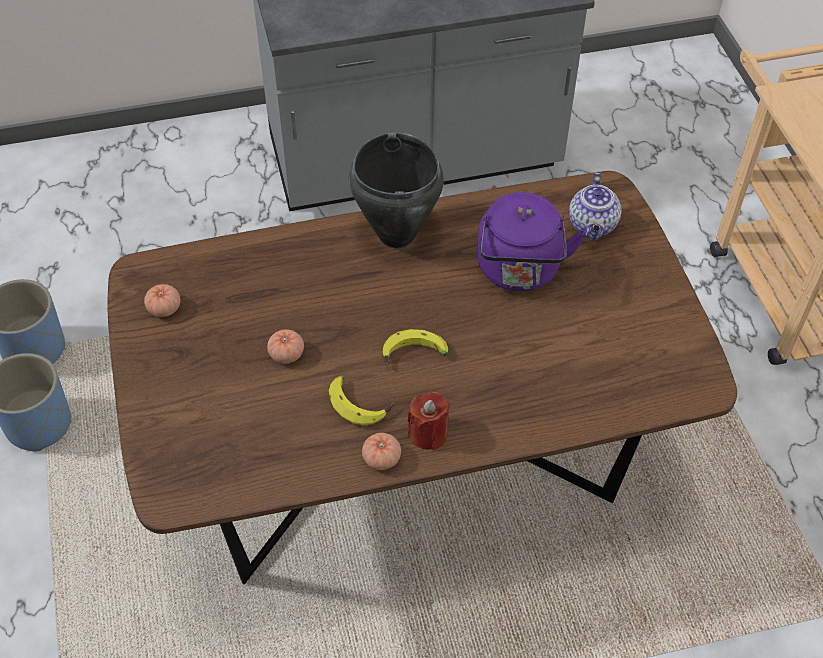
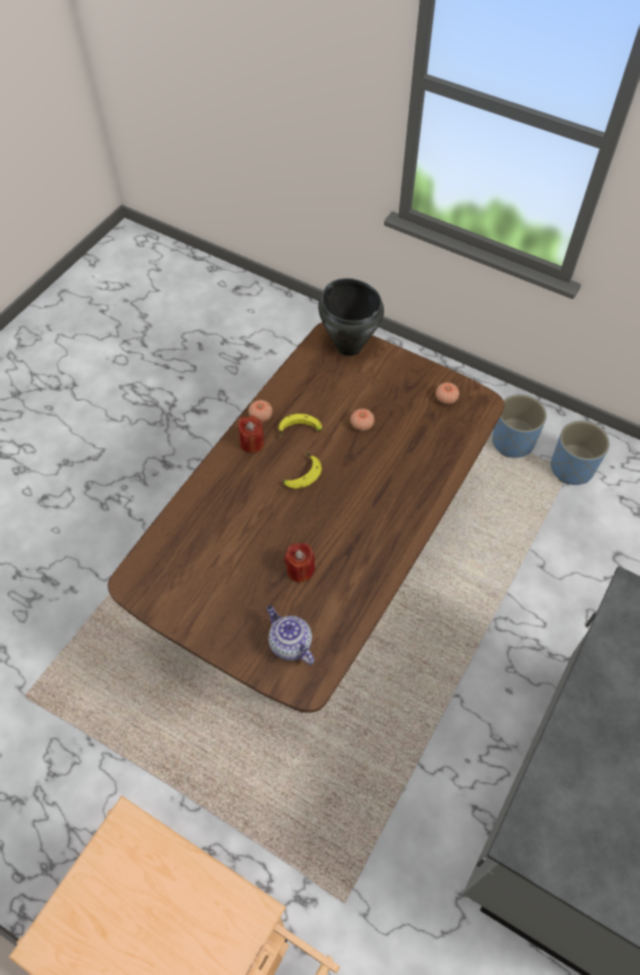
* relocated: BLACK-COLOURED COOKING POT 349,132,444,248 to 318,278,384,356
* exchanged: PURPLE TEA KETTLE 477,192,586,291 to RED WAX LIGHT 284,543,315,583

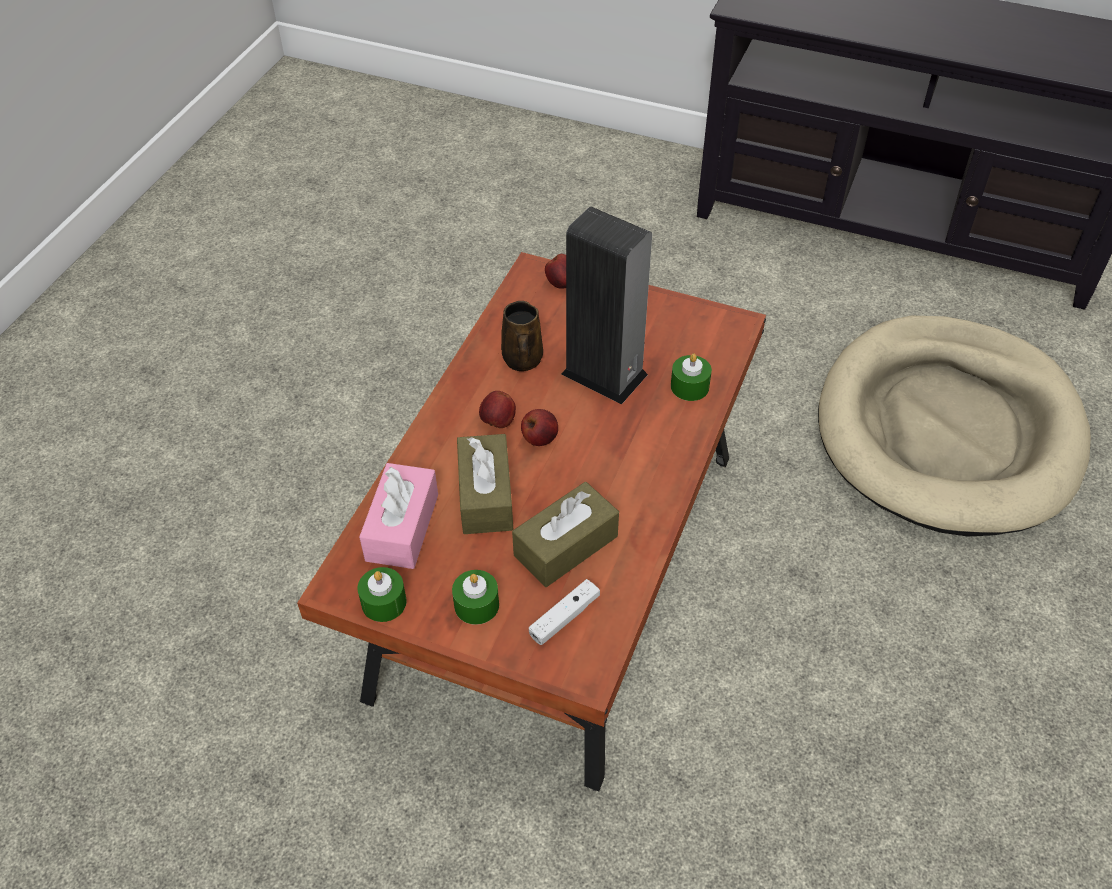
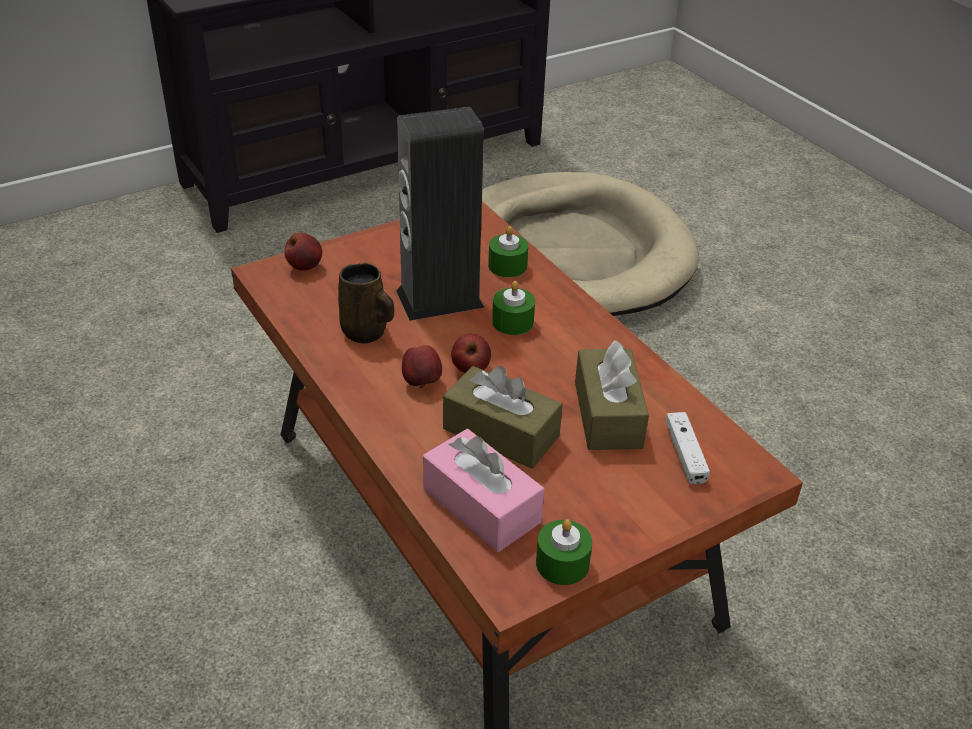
* relocated: GREENISH WAX LIGHT 452,570,499,625 to 492,281,535,335

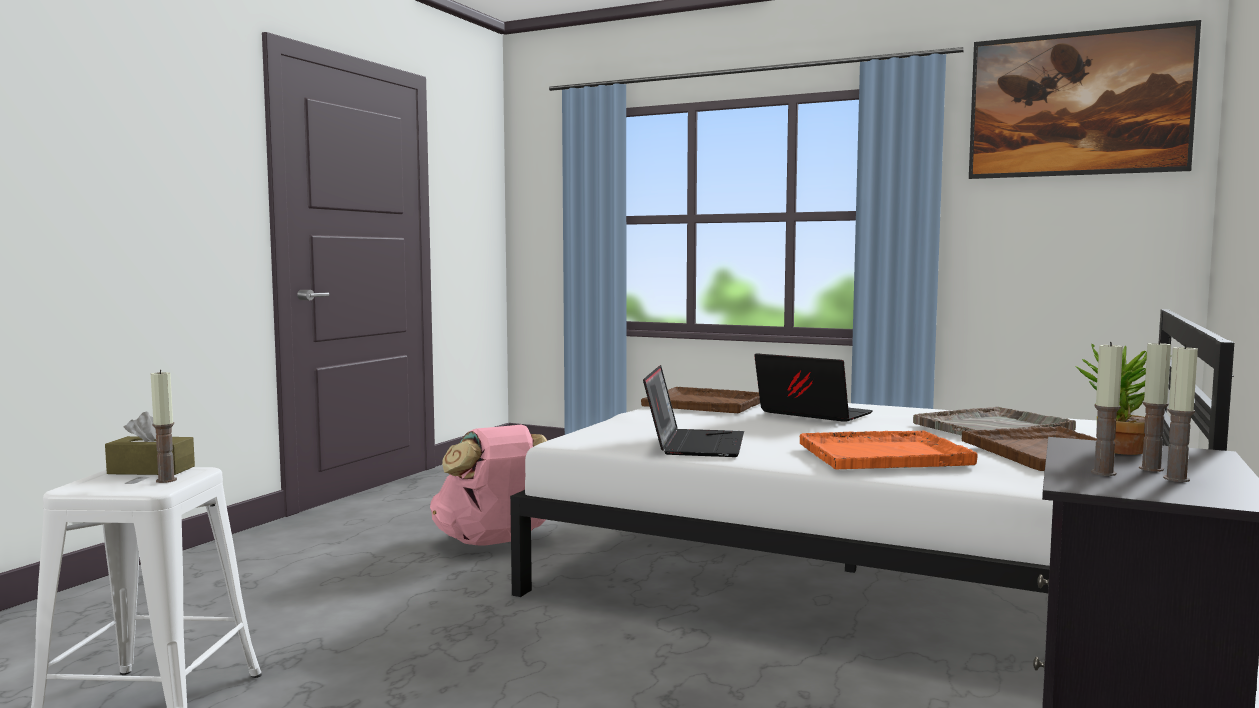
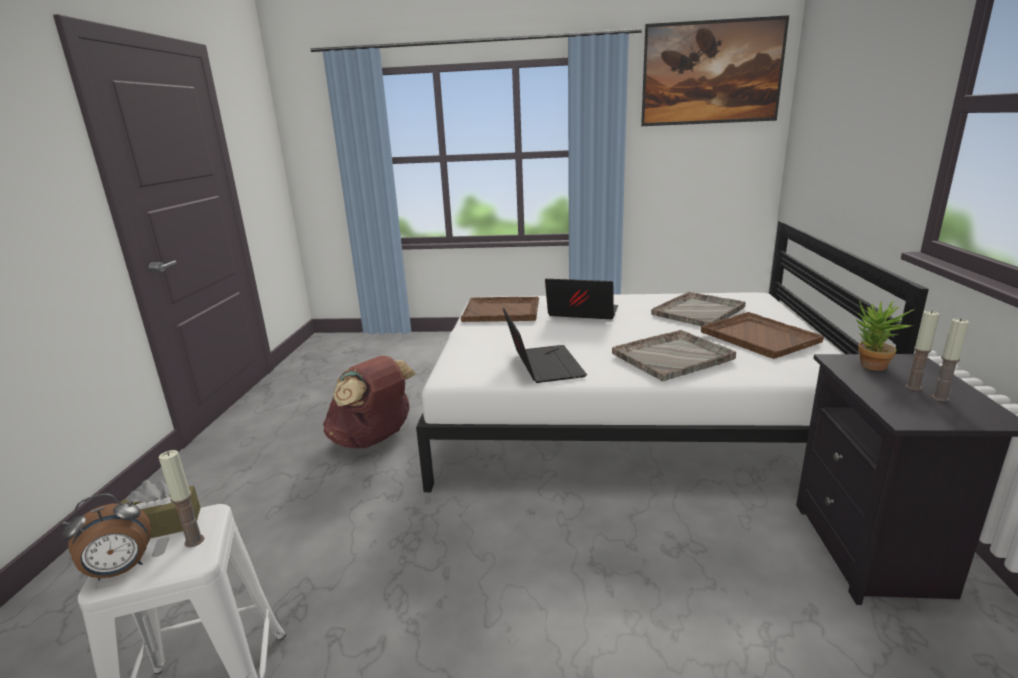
* colour: PINK KNAPSACK 430,425,548,546 to BROWNISH KNAPSACK 323,356,416,448
* colour: ORANGE-COLOURED SERVING TRAY 800,430,978,469 to GREY SERVING TRAY 612,330,736,381
* missing: WAX LIGHT 1091,342,1123,476
* appeared: TABLE CLOCK 62,494,151,580

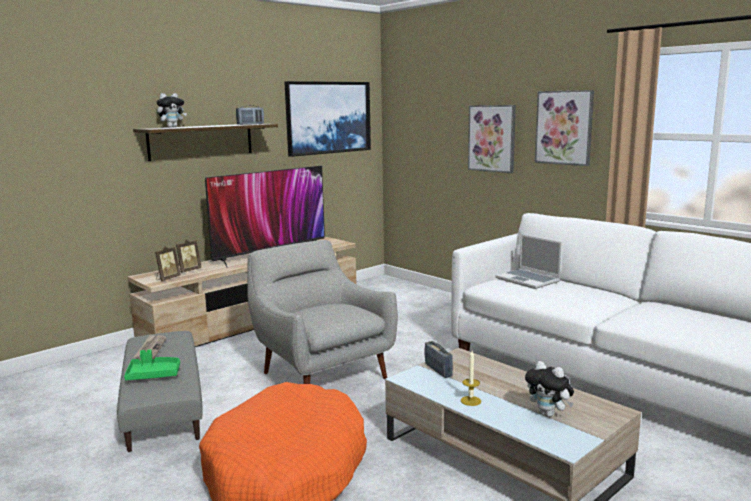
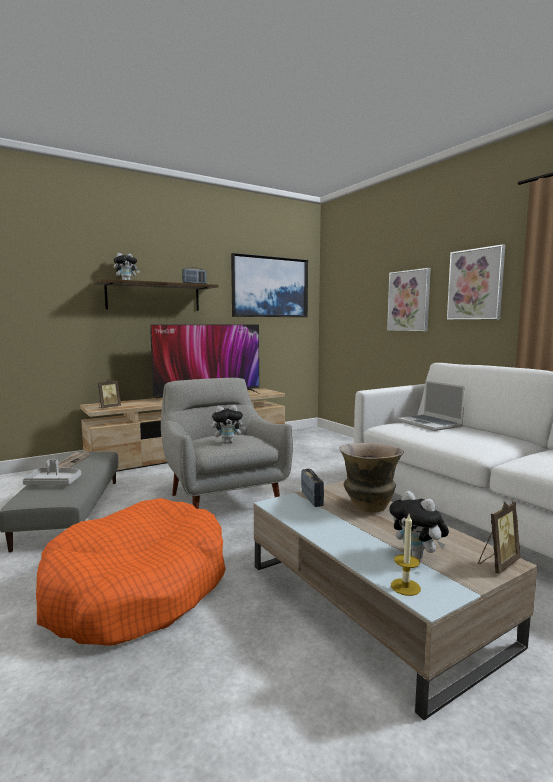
* colour: GREENISH SERVING TRAY 124,349,180,380 to GREY SERVING TRAY 23,460,81,485
* relocated: STANDING FRAME 176,239,202,273 to 478,501,520,574
* relocated: WAX LIGHT 461,350,481,406 to 391,514,421,596
* appeared: CUDDLY TOY 212,405,246,444
* appeared: VASE 339,443,404,513

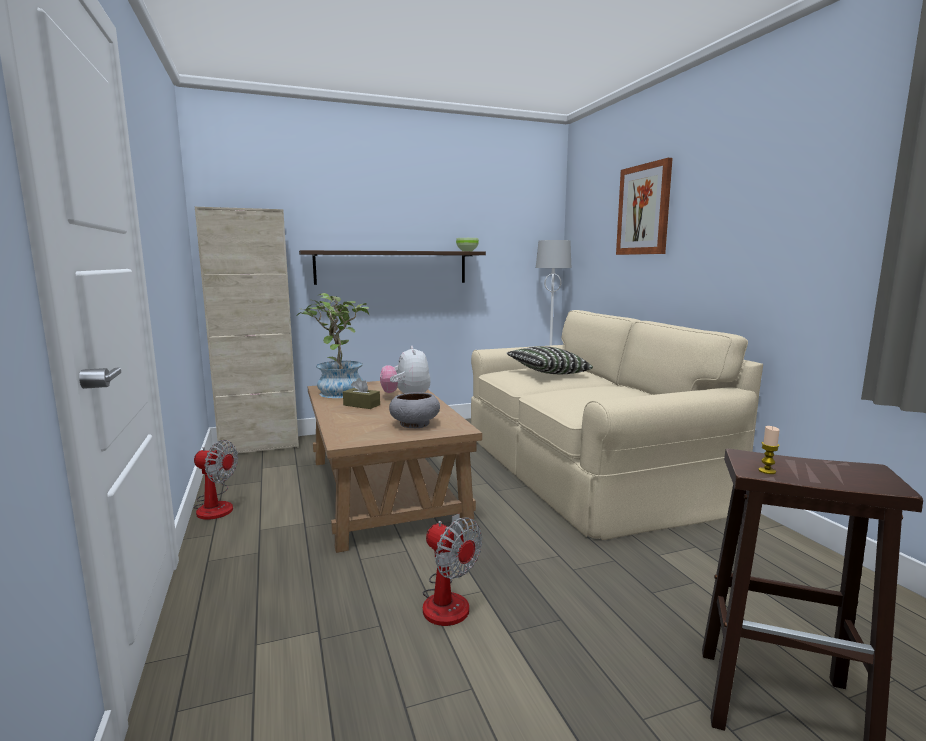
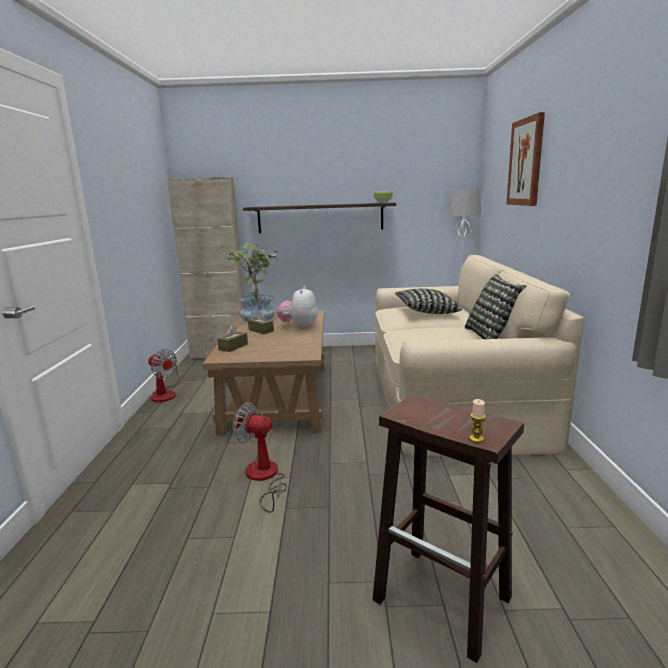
* missing: GREY SERVING BOWL 389,392,440,428
* spun: FAN 423,513,483,626 = 233,402,287,513 135 degrees clockwise
* relocated: WAX LIGHT 758,426,780,474 to 470,399,485,443
* appeared: BROWNISH TISSUE BOX 217,324,248,352
* appeared: PILLOW 465,274,526,339

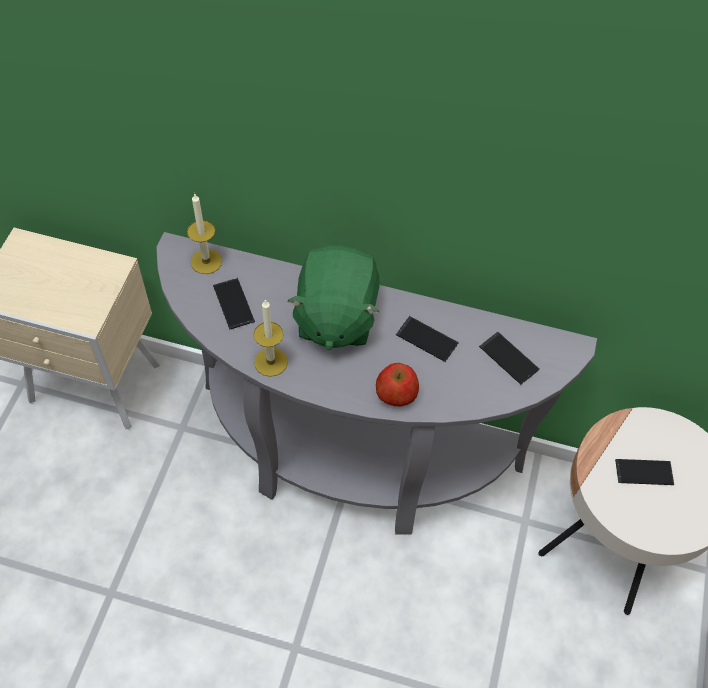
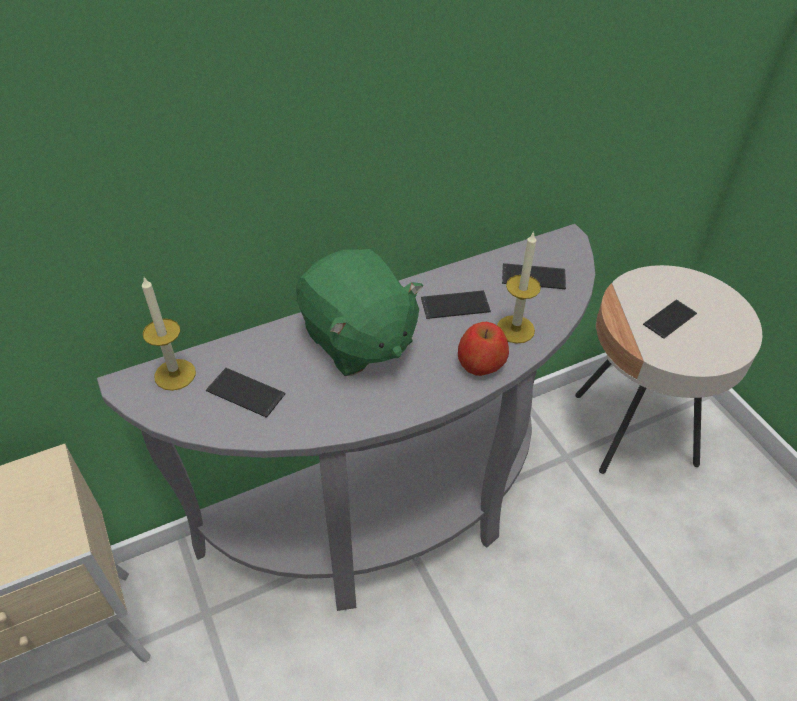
* relocated: WAX LIGHT 254,299,288,377 to 497,231,541,344

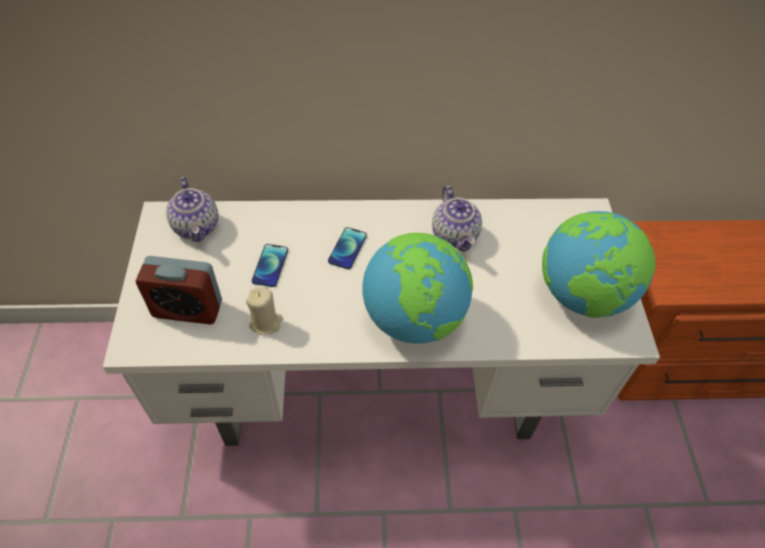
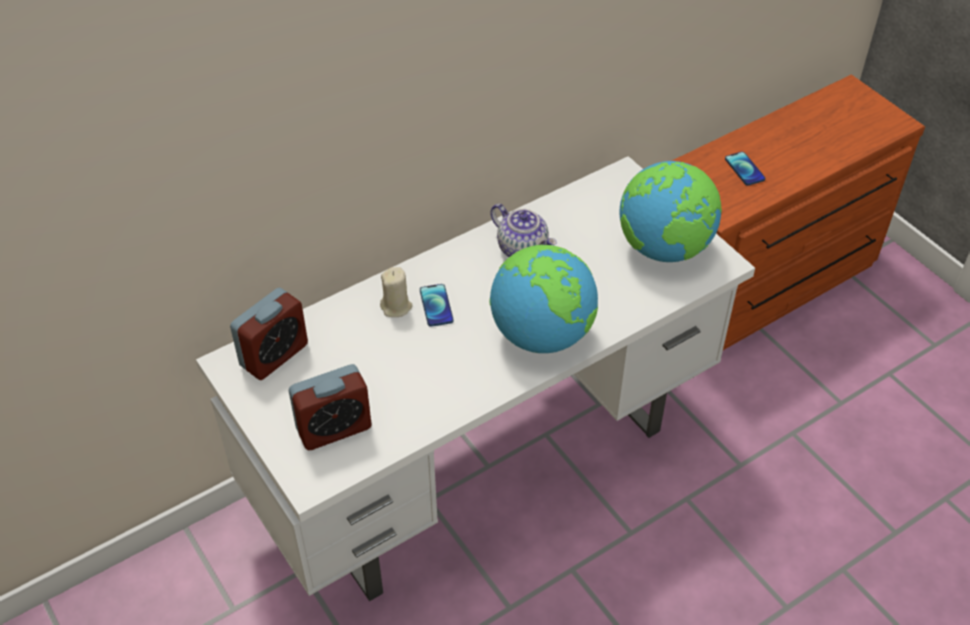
* exchanged: POT FOR TEA 166,177,219,242 to TABLE CLOCK 230,288,308,380
* relocated: BEIGE-COLOURED WAX LIGHT 246,287,283,335 to 380,267,413,317
* relocated: TELEPHONE 252,244,288,287 to 725,152,765,186

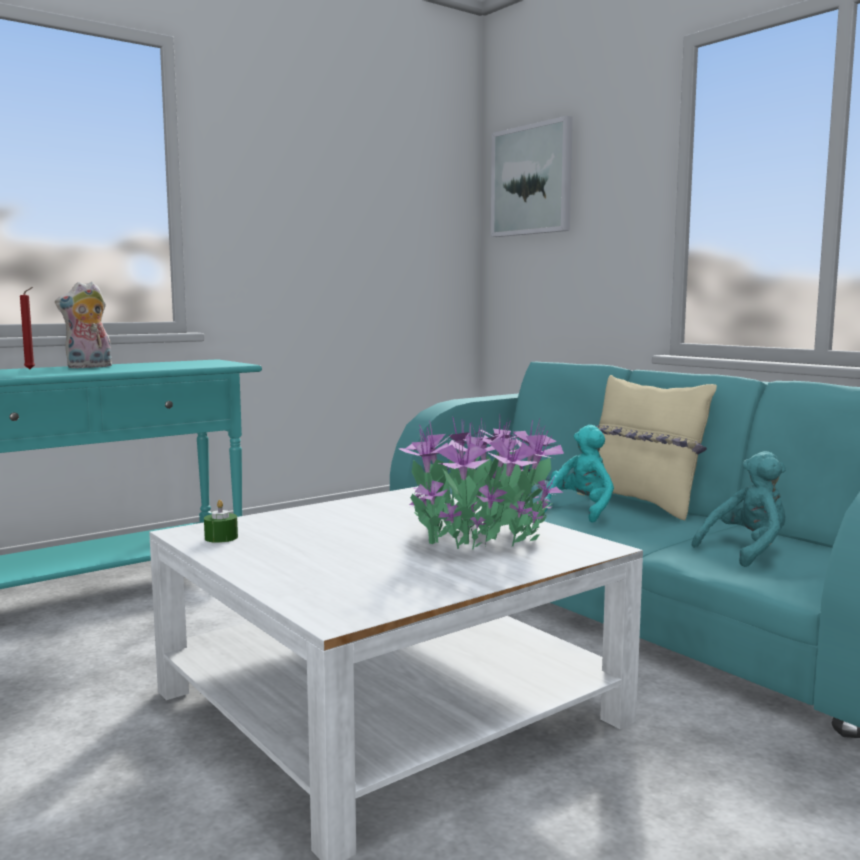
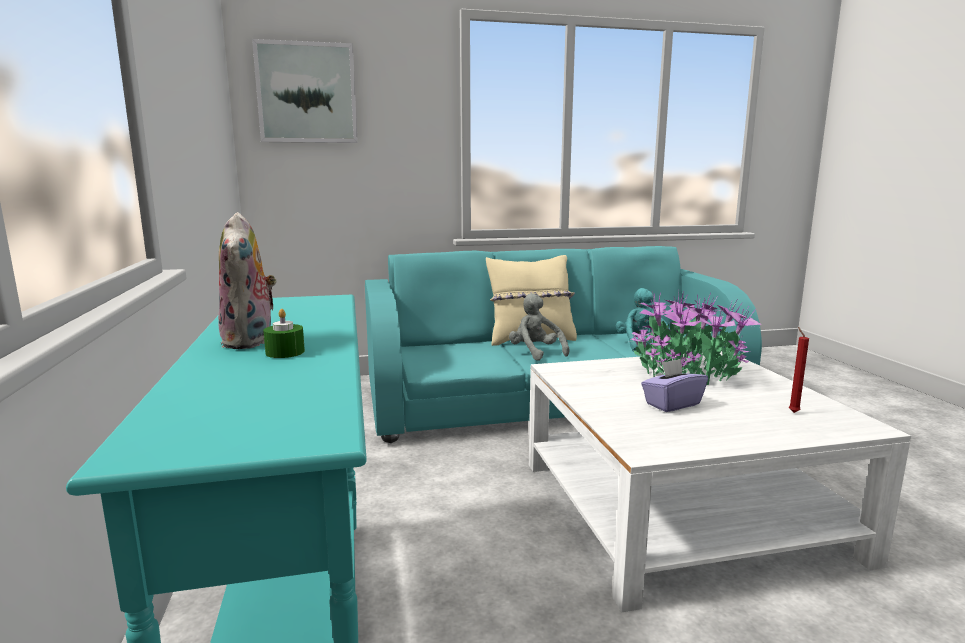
* relocated: RED WAX LIGHT 20,287,35,369 to 789,327,809,413
* relocated: GREENISH WAX LIGHT 204,500,238,543 to 263,309,305,358
* colour: BLUE-GREEN CUDDLY TOY 544,425,614,523 to GREY CUDDLY TOY 509,293,570,361
* appeared: PURPLE TISSUE BOX 641,359,708,412

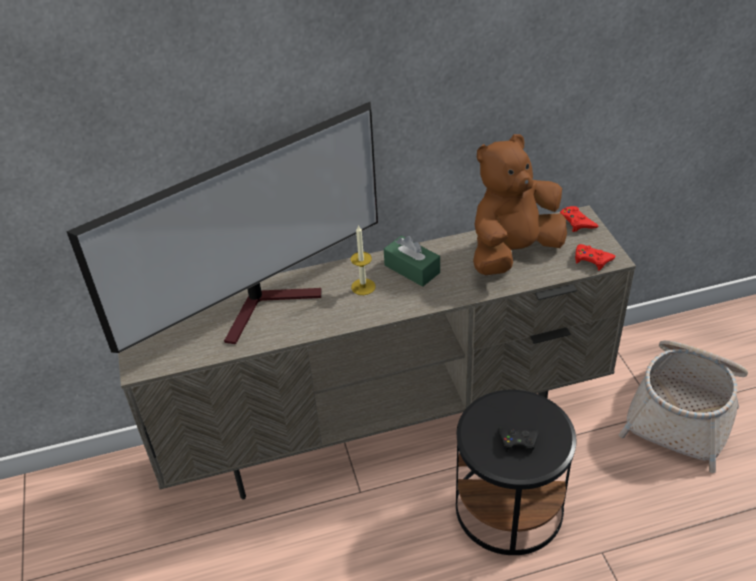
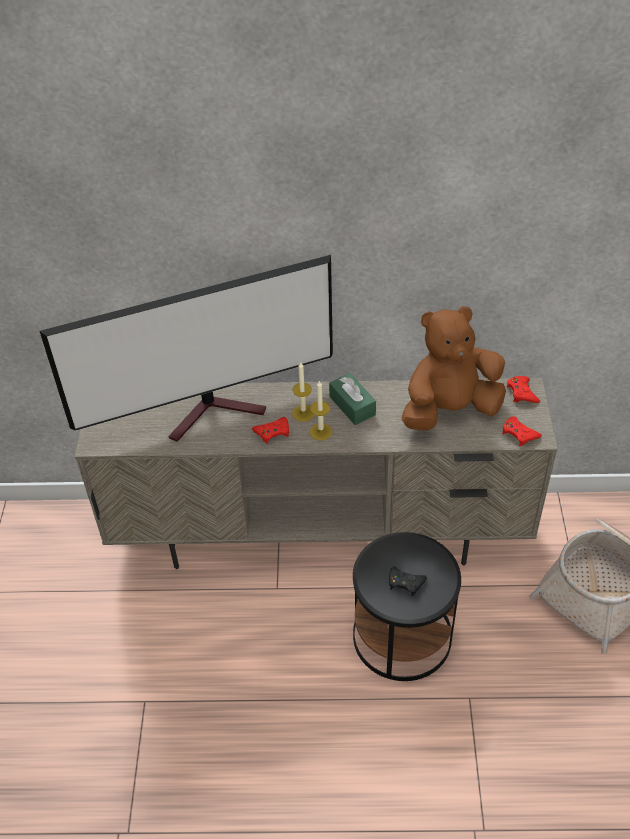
* appeared: RED JOYPAD 252,417,289,444
* appeared: WAX LIGHT 310,381,332,440

